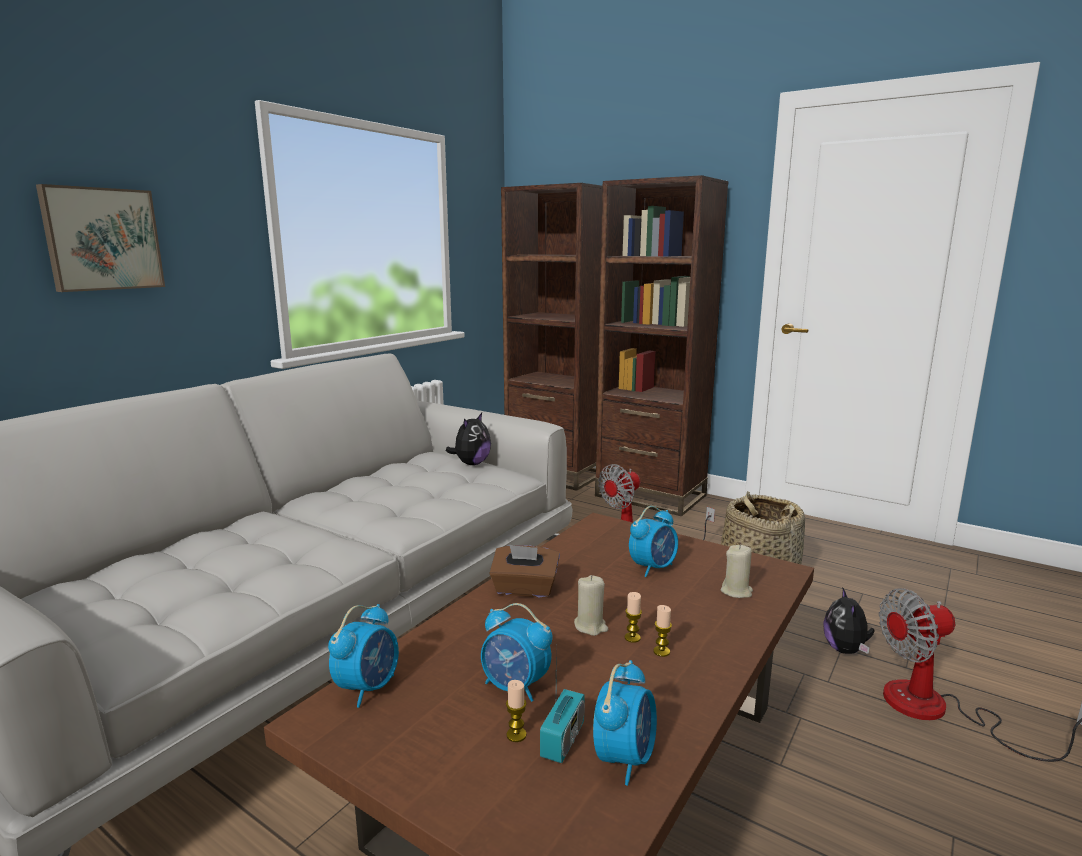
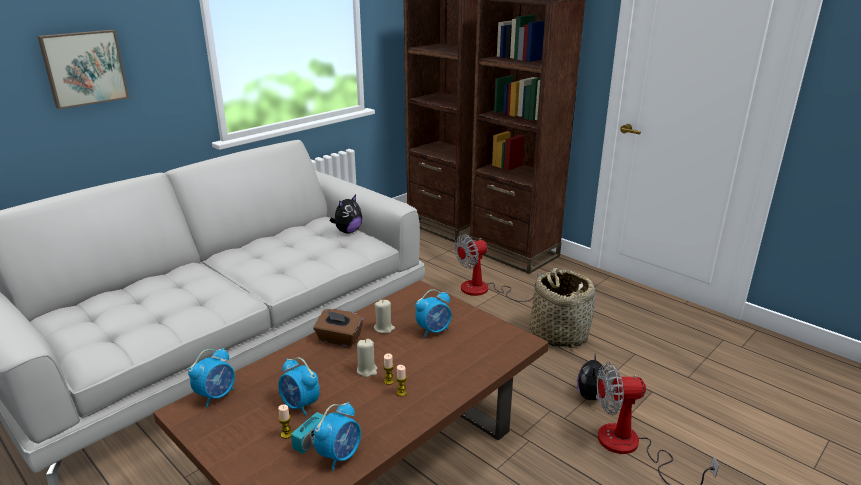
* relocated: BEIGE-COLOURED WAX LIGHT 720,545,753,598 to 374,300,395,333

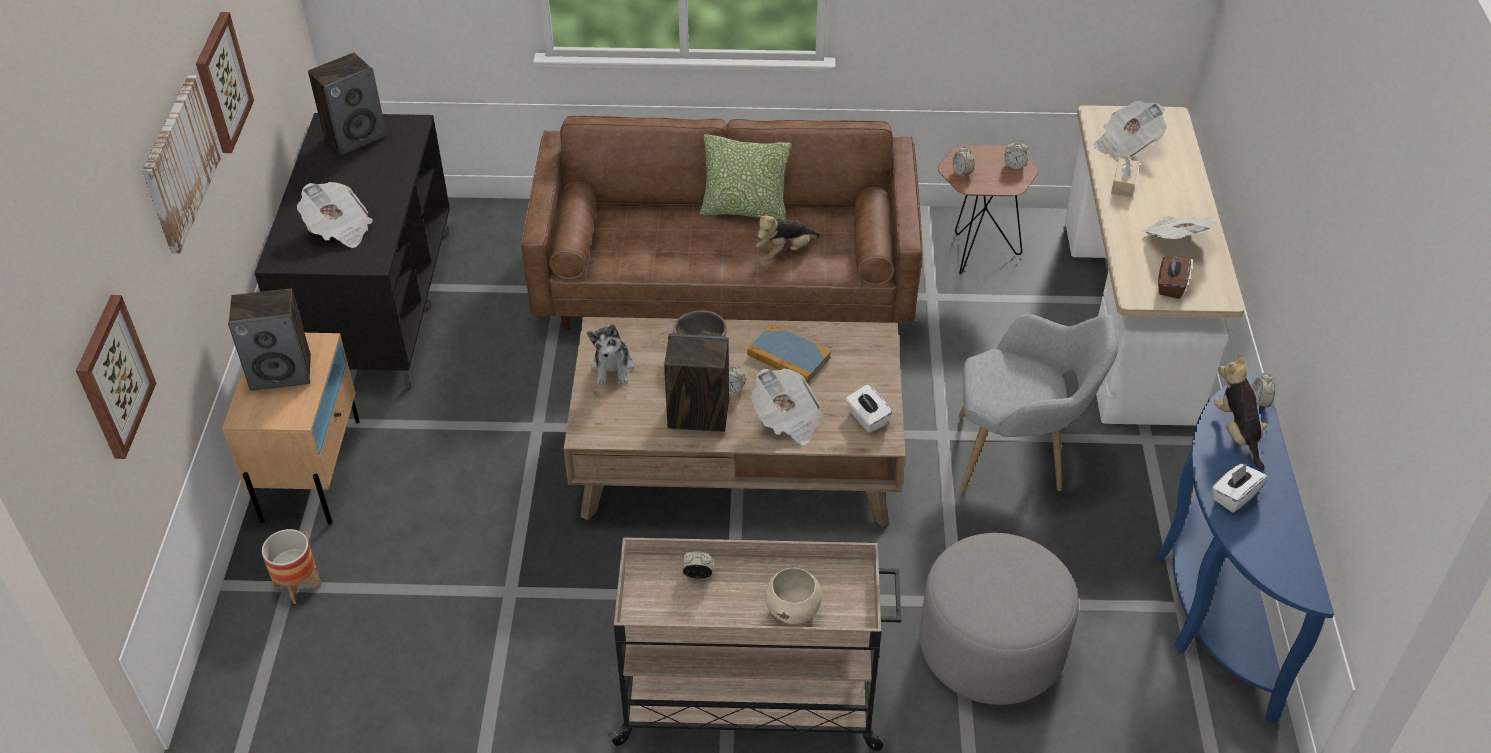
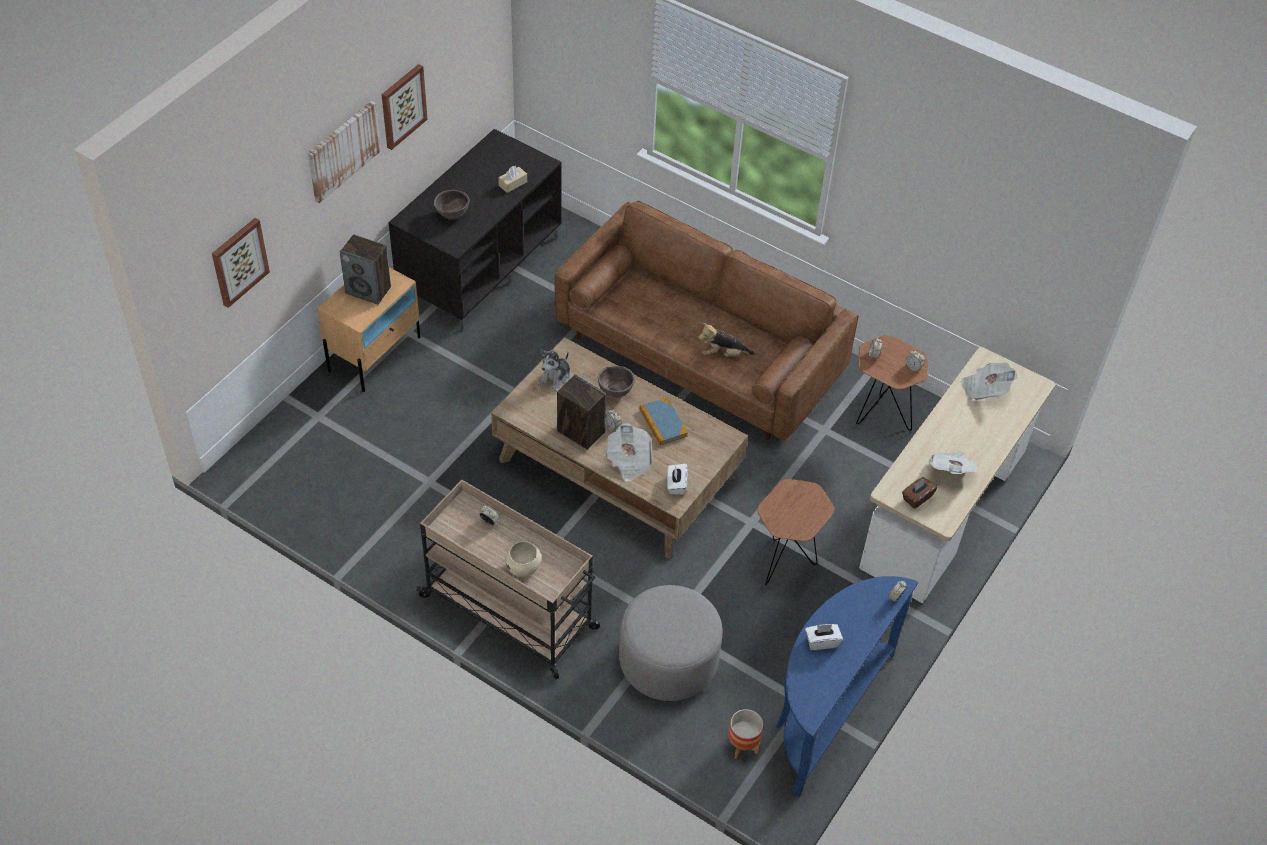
* relocated: FLOWER POT 262,529,321,604 to 728,709,763,759
* exchanged: DAILY PAPER 297,182,373,248 to BROWNISH SERVING BOWL 434,190,470,220
* missing: SPEAKER 308,53,387,155
* missing: PILLOW 700,134,791,220
* exchanged: GREY EASY CHAIR 958,314,1118,493 to BROWNISH SIDE TABLE 757,479,834,585
* relocated: BEIGE-COLOURED TISSUE BOX 1111,156,1139,197 to 498,166,527,193
* missing: CUDDLY TOY 1214,354,1268,471

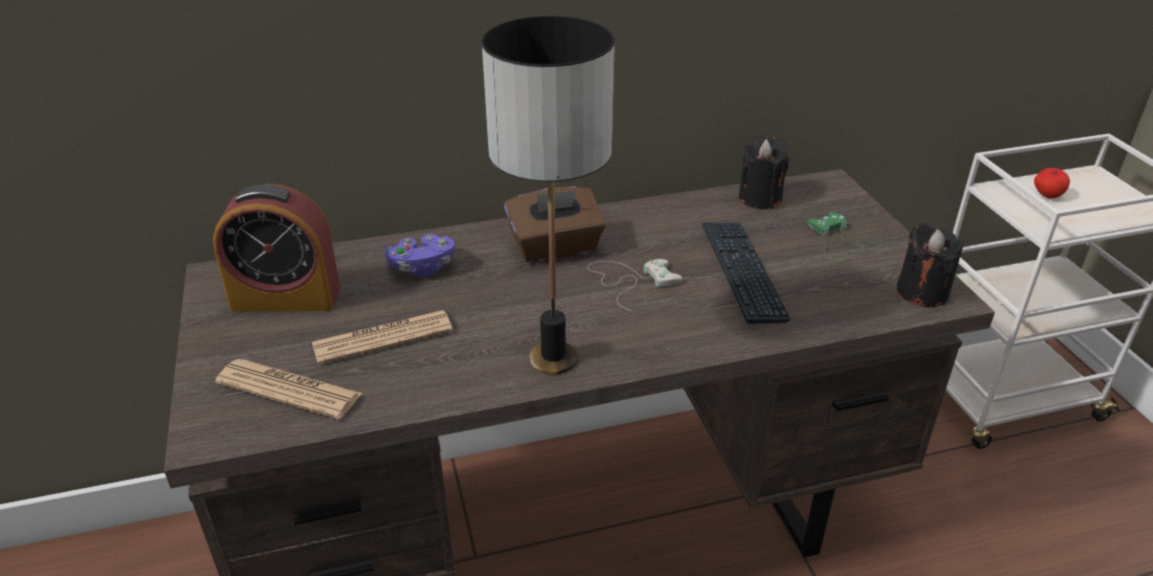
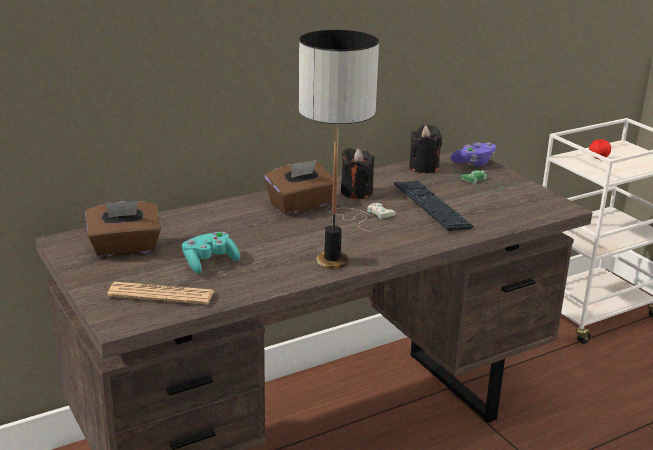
* exchanged: TABLE CLOCK 213,184,340,312 to BROWNISH TISSUE BOX 85,201,161,257
* exchanged: DAILY PAPER 312,310,453,365 to BLUE-GREEN JOYPAD 182,232,240,273
* relocated: PURPLE JOYPAD 385,234,455,277 to 451,142,496,166
* relocated: BLACK-COLOURED WAX LIGHT 897,223,964,307 to 341,148,374,199

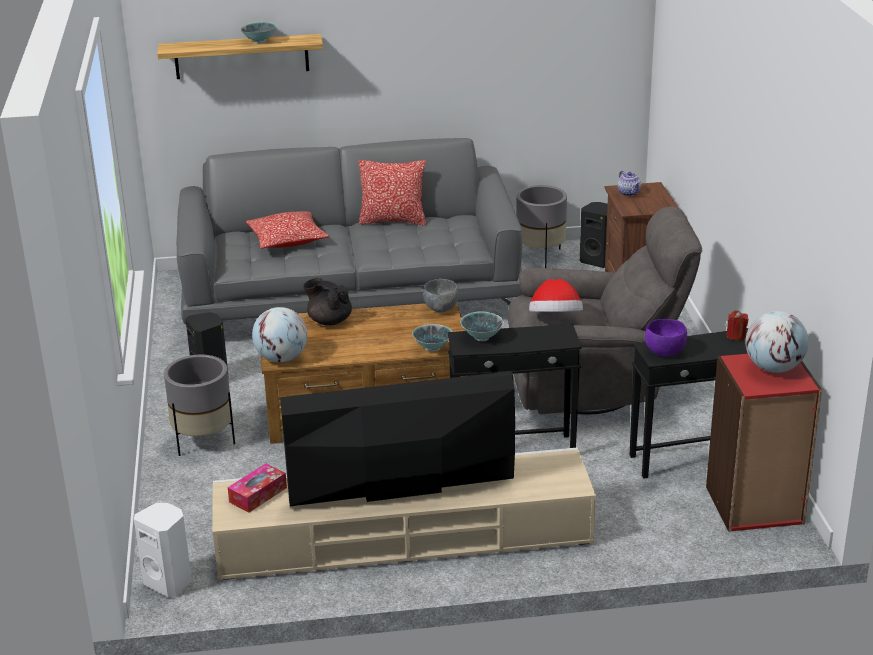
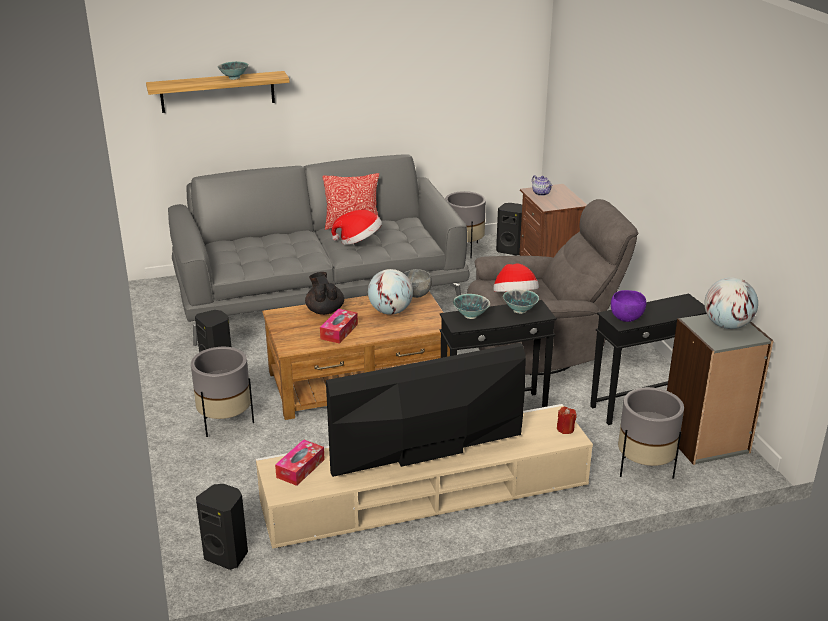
* colour: WHITE SPEAKER 134,503,192,597 to BLACK-COLOURED SPEAKER 196,484,248,570
* missing: PILLOW 246,211,329,249
* relocated: DESK GLOBE 252,307,307,362 to 368,269,413,315
* spun: BLACK-COLOURED POT FOR TEA 303,278,352,326 = 305,272,344,315 45 degrees clockwise
* relocated: SERVING BOWL 412,324,452,352 to 503,289,539,314
* colour: RED BOOKSHELF 706,354,822,532 to GREY BOOKSHELF 667,314,774,465
* relocated: RED WAX LIGHT 726,311,748,341 to 557,407,577,434
* appeared: TISSUE BOX 320,309,358,344
* appeared: HAT 331,210,382,245
* appeared: GREY FLOWER POT 618,387,684,479

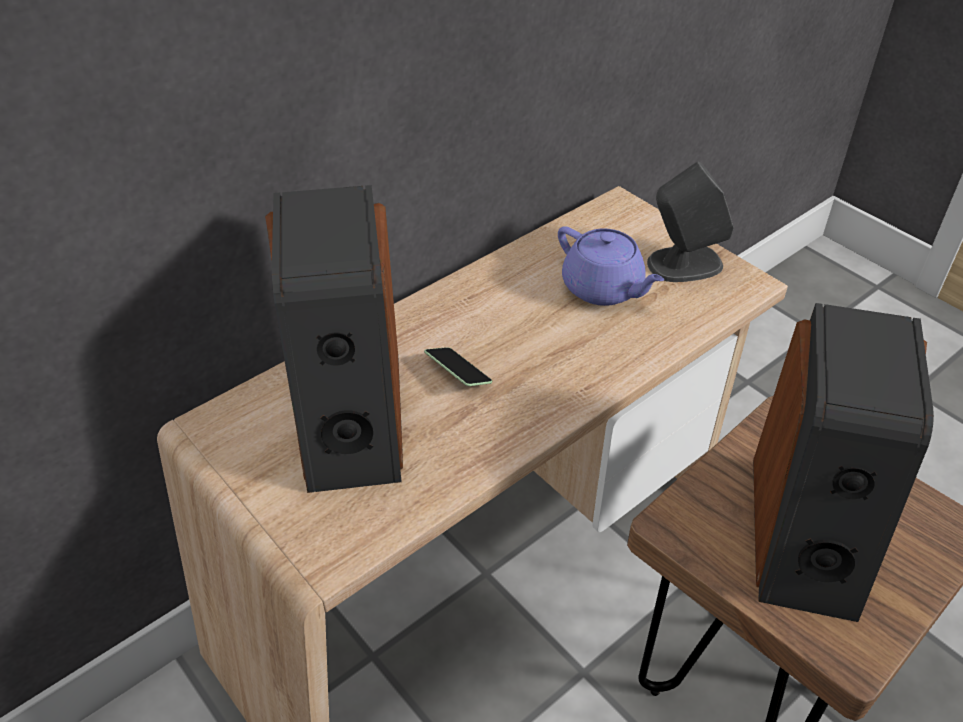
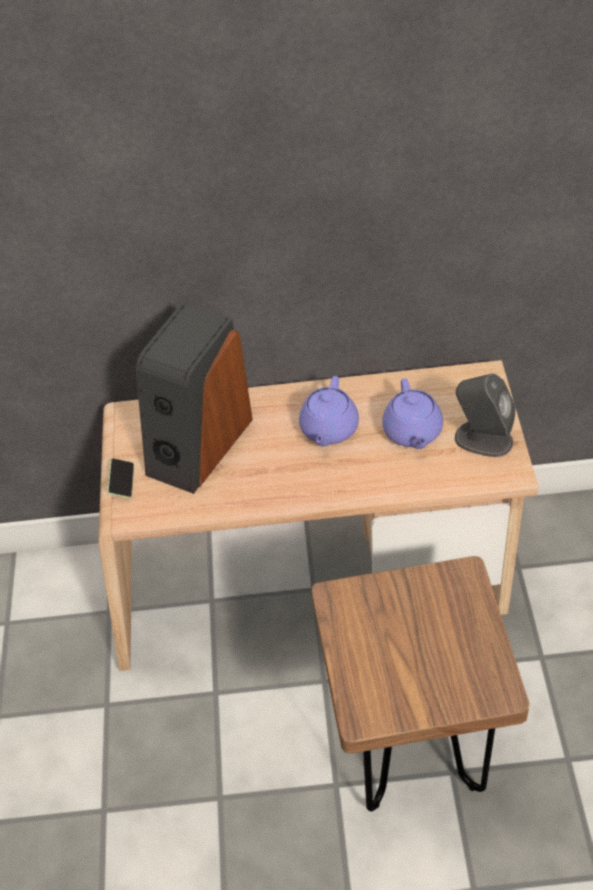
* relocated: TELEPHONE 424,347,492,386 to 108,458,134,498
* missing: SPEAKER 753,303,934,622
* appeared: PURPLE POT FOR TEA 299,376,359,446

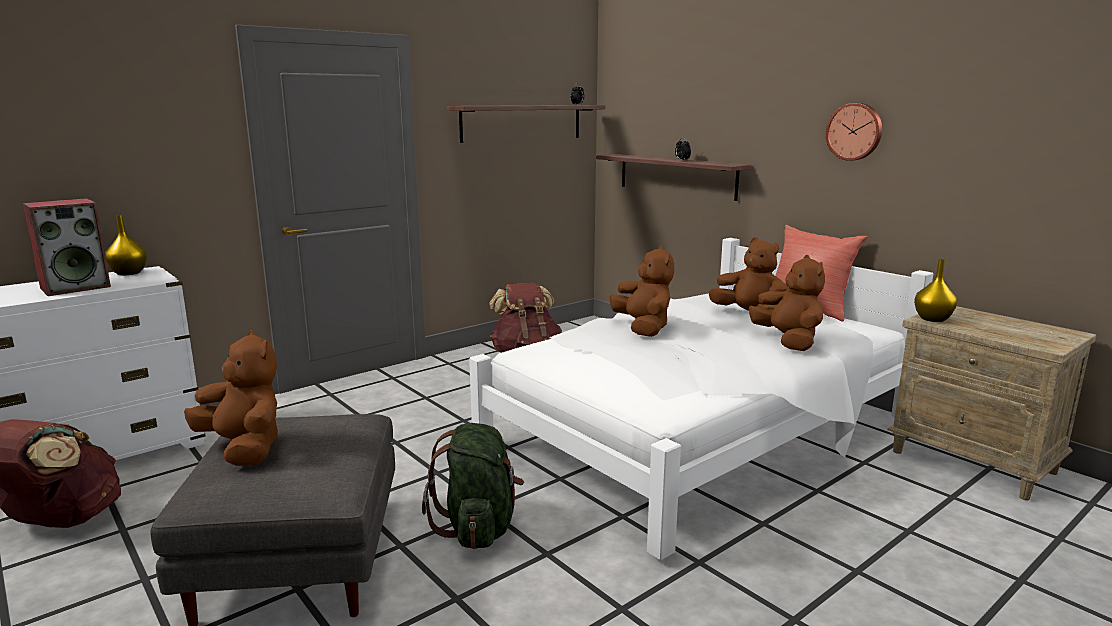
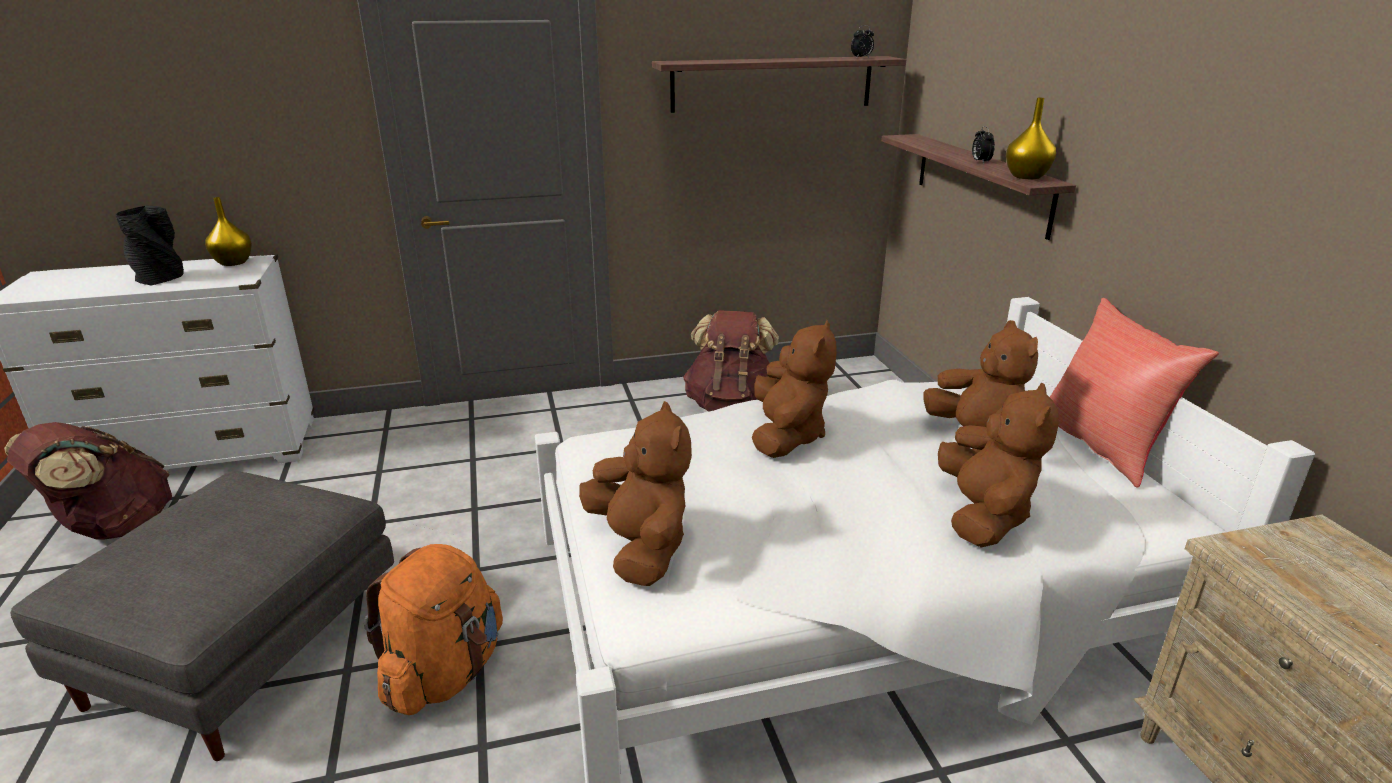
* exchanged: SPEAKER 23,198,111,296 to BLACK-COLOURED VASE 115,205,184,286
* relocated: BROWNISH CUDDLY TOY 184,330,278,466 to 579,401,692,586
* colour: GREENISH KNAPSACK 422,423,524,549 to ORANGE-COLOURED KNAPSACK 364,544,503,715
* missing: HANGING CLOCK 826,103,882,161
* relocated: YELLOWISH VASE 914,259,957,322 to 1006,98,1056,179

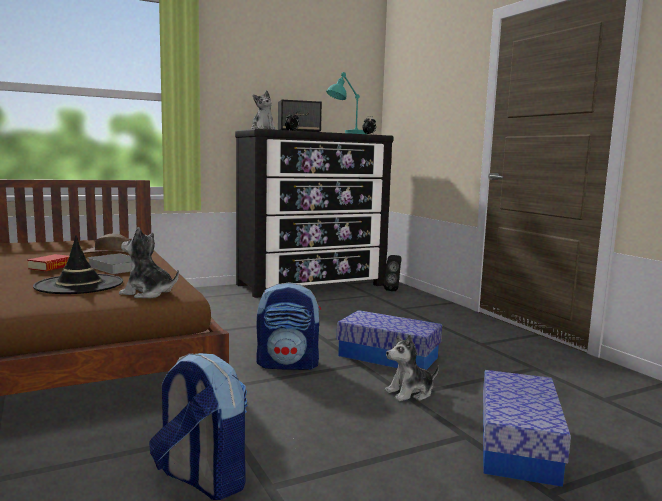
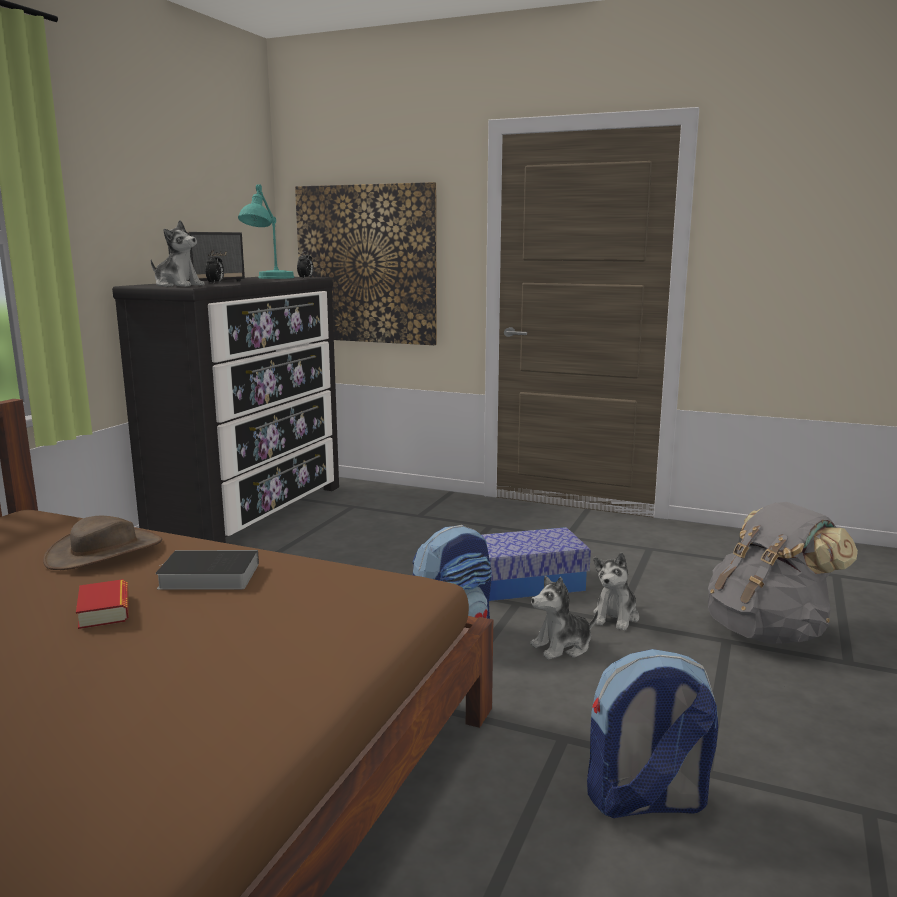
* missing: BLACK-COLOURED HAT 33,235,123,294
* relocated: CUDDLY TOY 119,227,179,298 to 530,576,598,659
* missing: BLACK-COLOURED SPEAKER 384,255,401,291
* exchanged: STORAGE BOX 483,370,571,487 to GREY KNAPSACK 708,502,858,644
* appeared: WALL ART 295,182,437,345

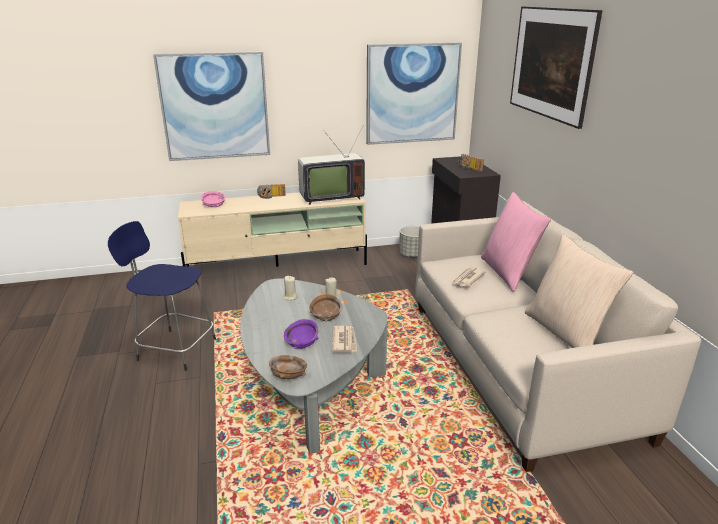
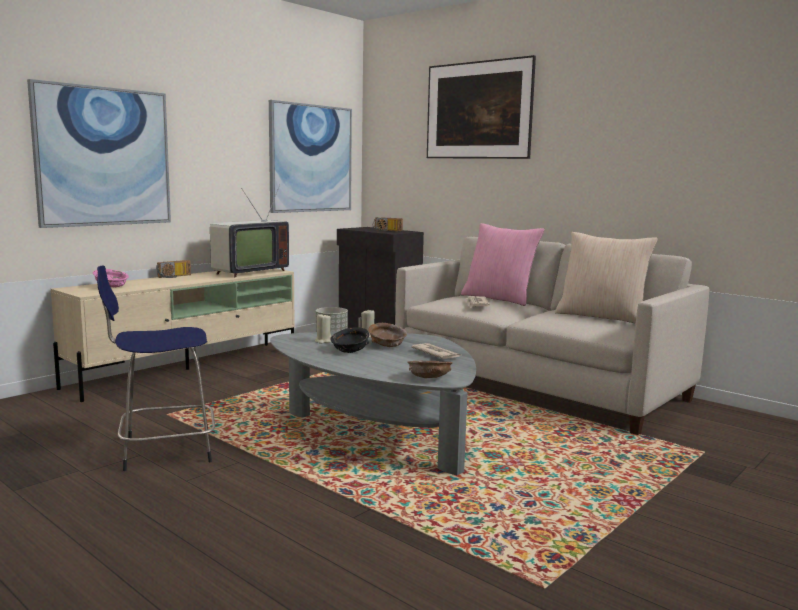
* missing: PURPLE SERVING BOWL 284,319,318,349
* appeared: BLACK-COLOURED SERVING BOWL 331,328,369,353

